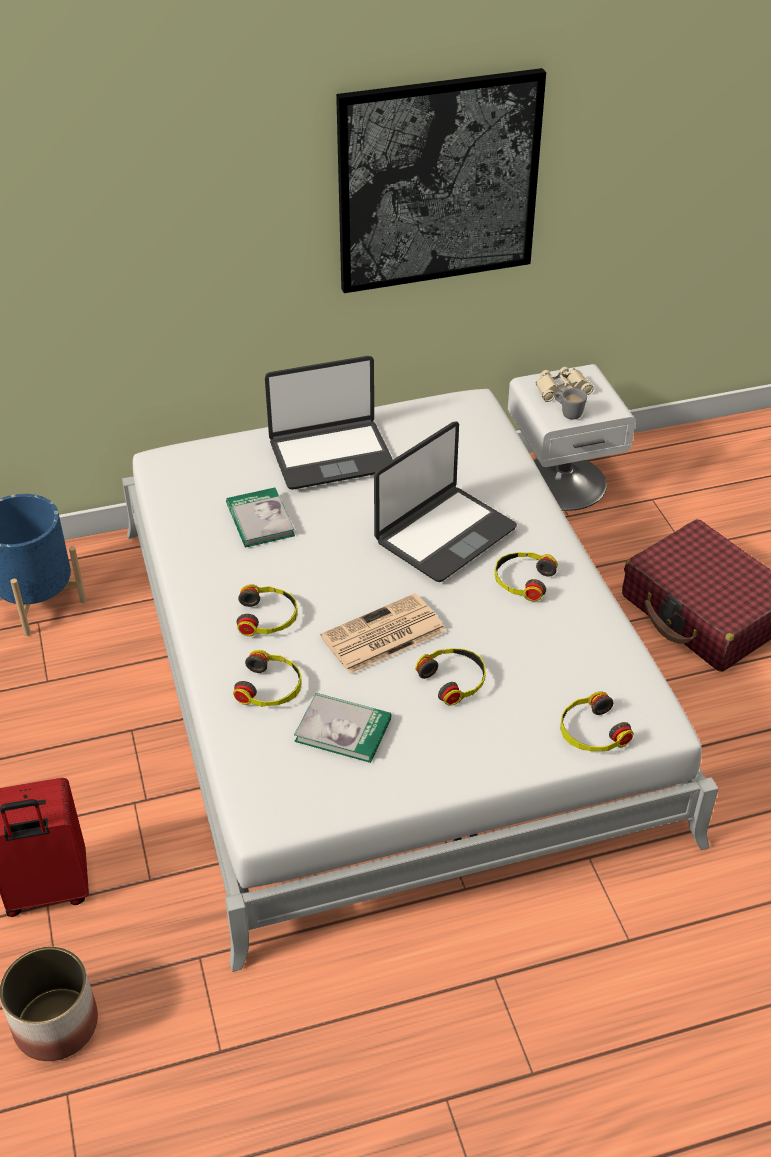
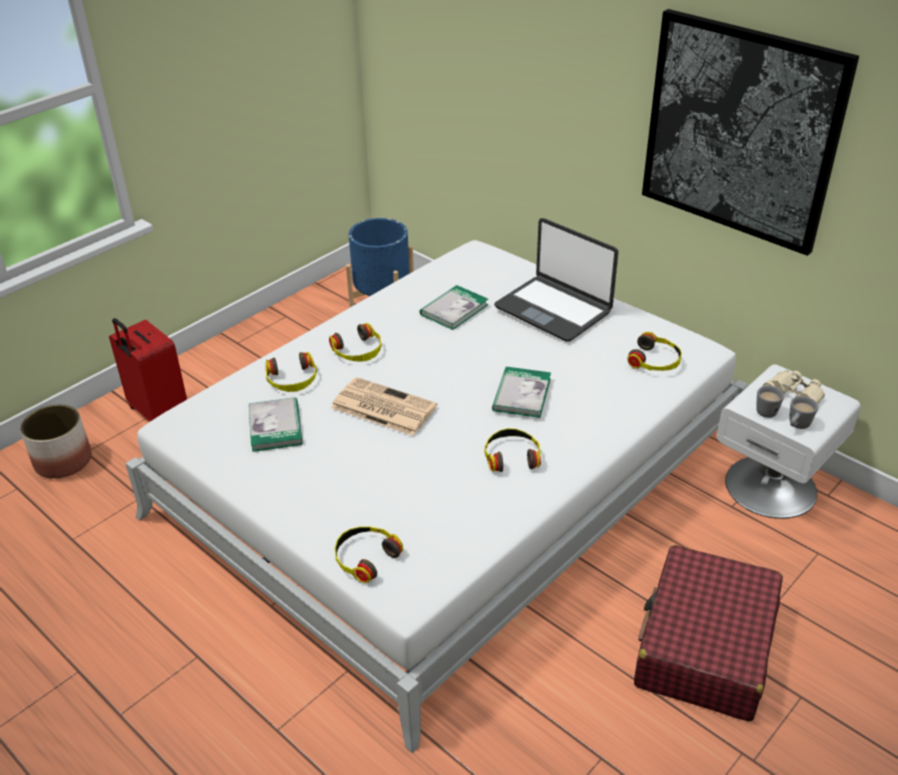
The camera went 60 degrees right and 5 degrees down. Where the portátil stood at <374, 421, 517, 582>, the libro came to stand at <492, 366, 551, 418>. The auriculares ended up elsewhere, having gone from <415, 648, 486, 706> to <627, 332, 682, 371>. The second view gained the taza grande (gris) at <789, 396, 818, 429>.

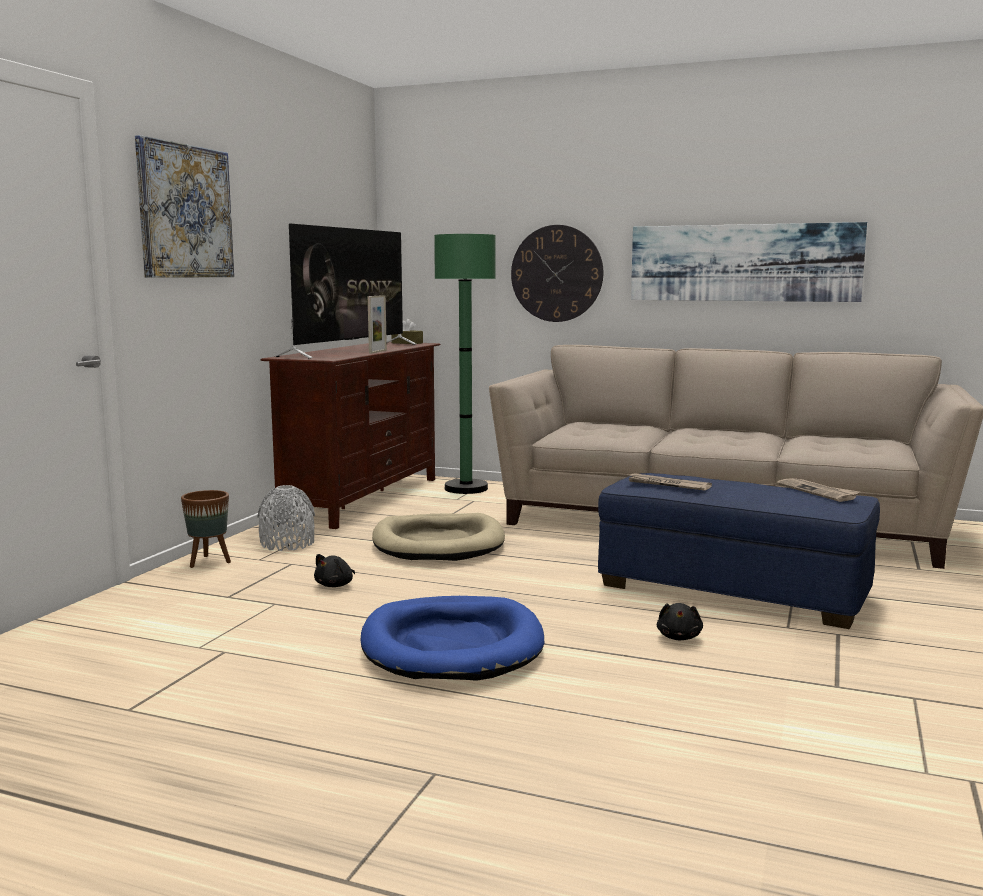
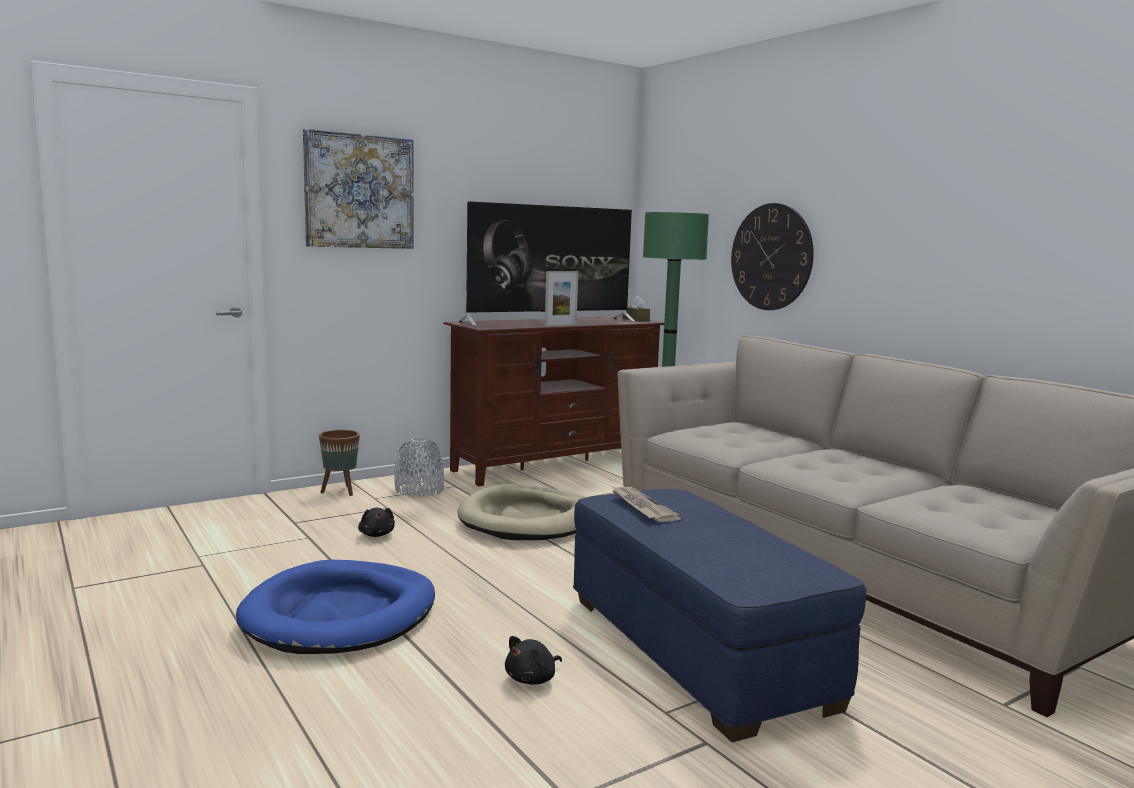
The camera went 35 degrees right and 0 degrees up. The peluche (negro) at <314, 554, 355, 587> ended up facing another way, 90 degrees counterclockwise from before. The second view lost the cuadro at <631, 222, 867, 302>. The second view lost the periódico at <777, 478, 859, 502>.

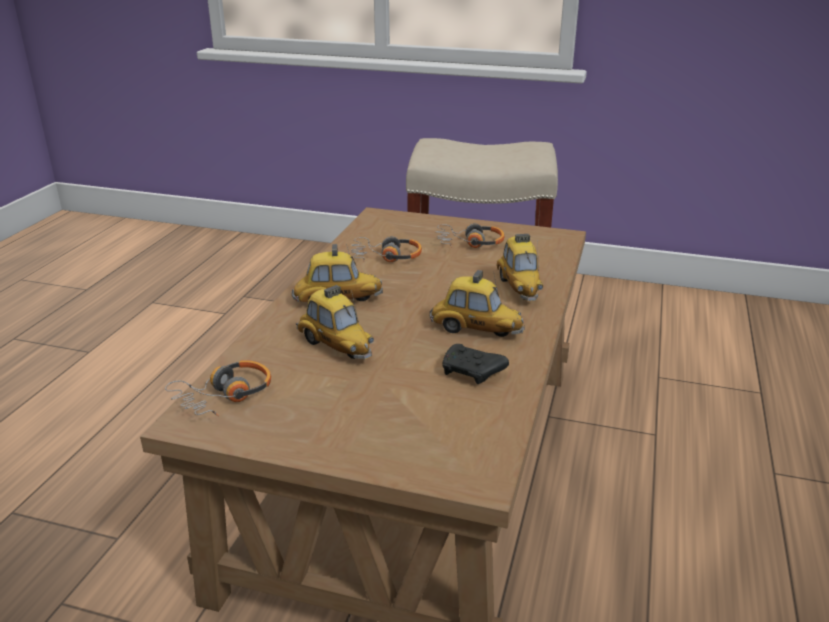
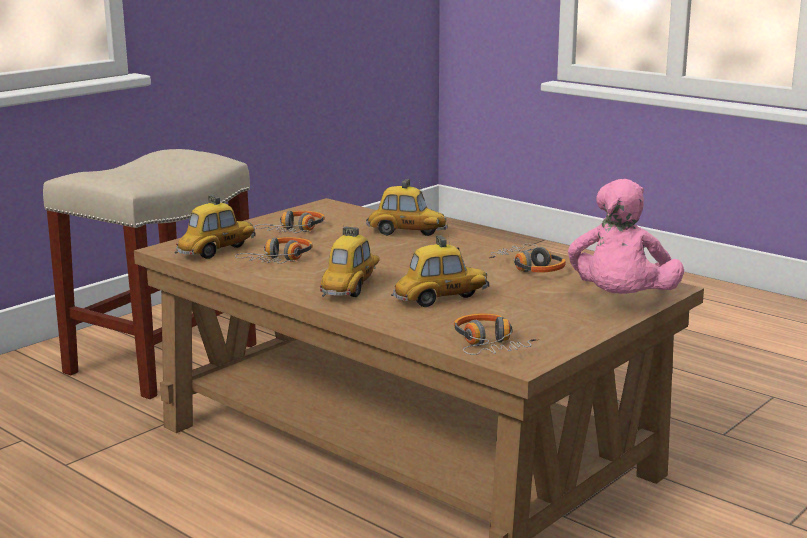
The camera went 65 degrees left and 10 degrees down. The coche de juguete ended up elsewhere, having gone from <430, 270, 525, 337> to <175, 195, 256, 259>. Where the mando de consola (negro) stood at <442, 344, 509, 384>, the auriculares came to stand at <488, 244, 566, 272>. The second view gained the peluche (rosa) at <568, 179, 684, 294>.

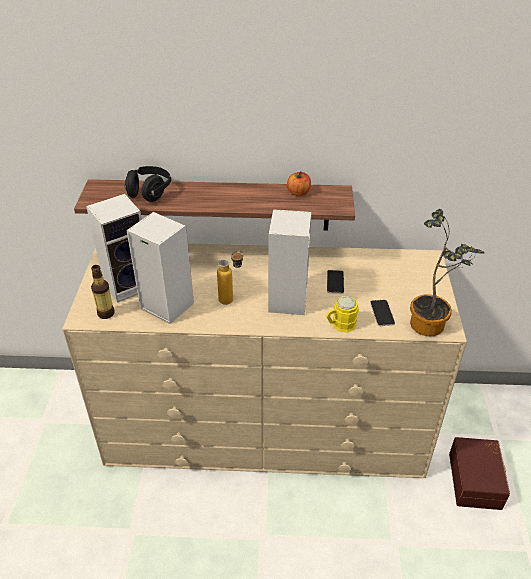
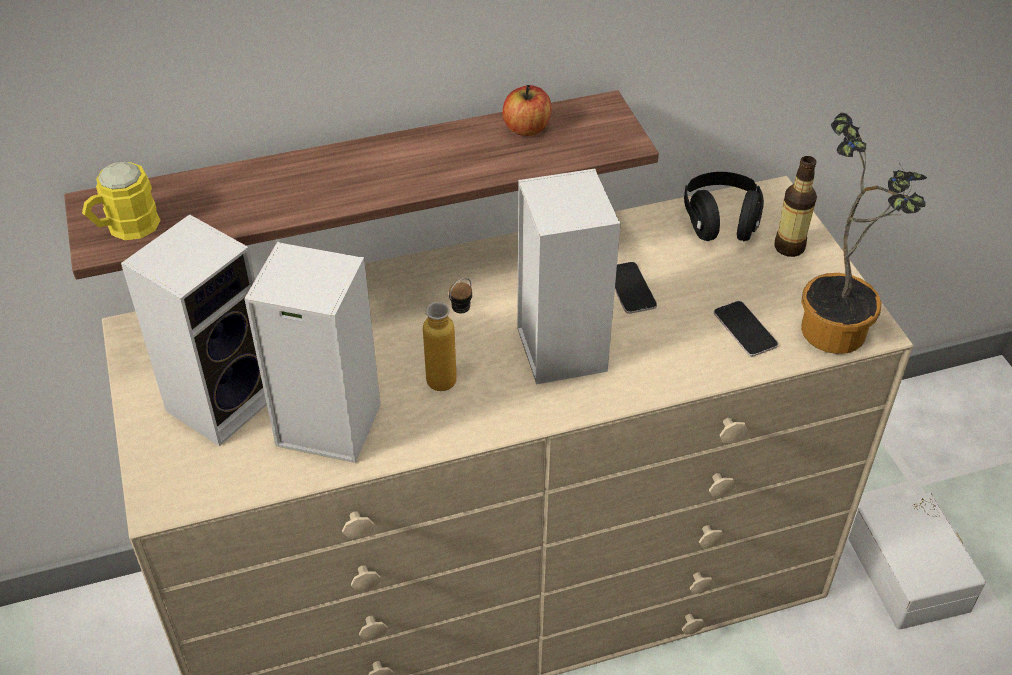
The camera went 20 degrees left and 5 degrees up. The botella ended up elsewhere, having gone from <91, 265, 115, 319> to <774, 156, 817, 257>. The auriculares (negro) ended up elsewhere, having gone from <124, 166, 171, 202> to <684, 172, 764, 241>. The taza grande (amarillo) ended up elsewhere, having gone from <326, 296, 359, 333> to <82, 162, 160, 240>. What was the caja de almacenaje (marrón) at <449, 437, 510, 510> turned into the caja de almacenaje (blanco) at <848, 492, 986, 630>.

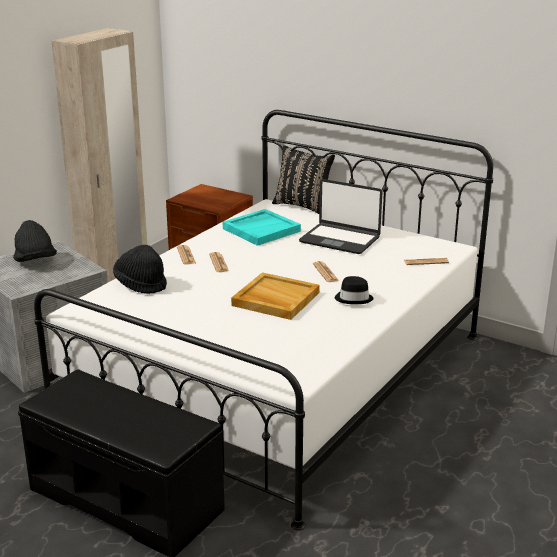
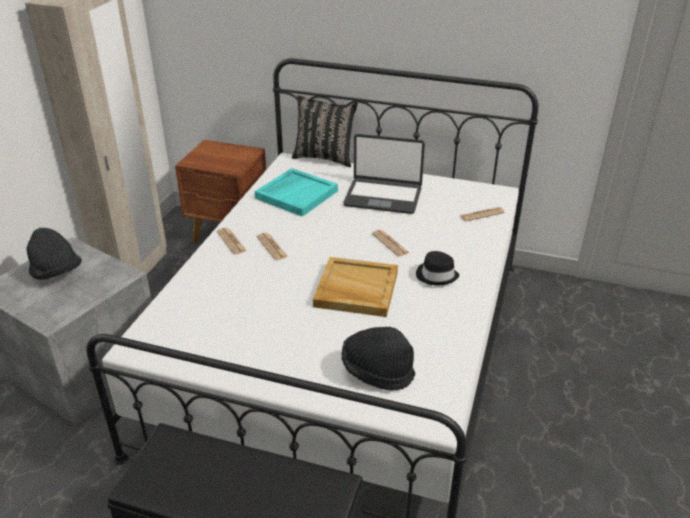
The camera went 15 degrees left and 10 degrees up. The sombrero (negro) ended up elsewhere, having gone from <113, 245, 167, 294> to <341, 327, 415, 390>.

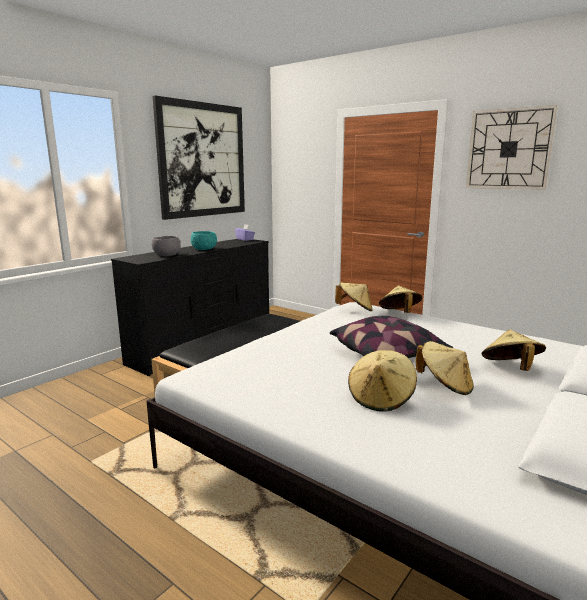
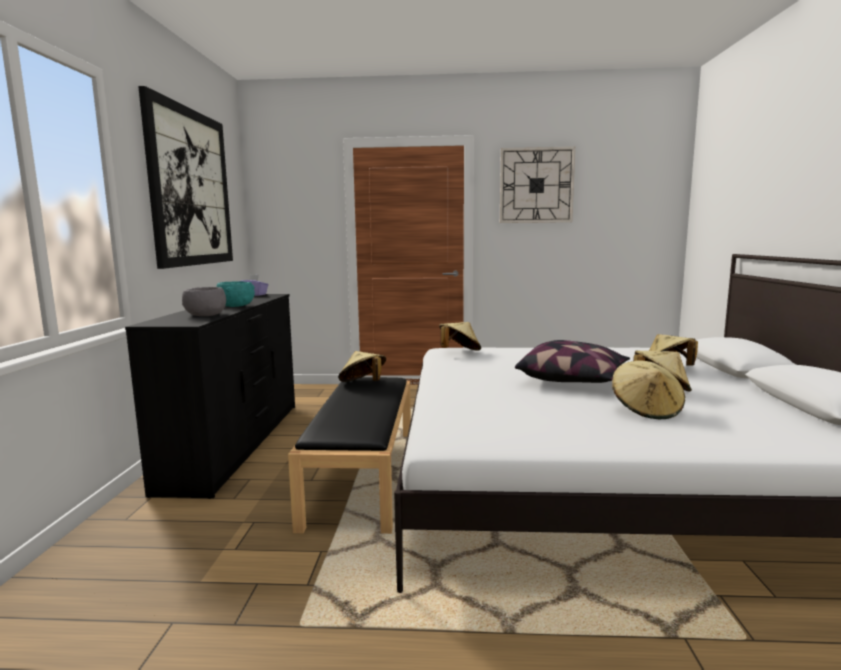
The camera went 35 degrees left and 5 degrees down. The sombrero (beis) ended up elsewhere, having gone from <379, 286, 422, 313> to <338, 351, 386, 382>.

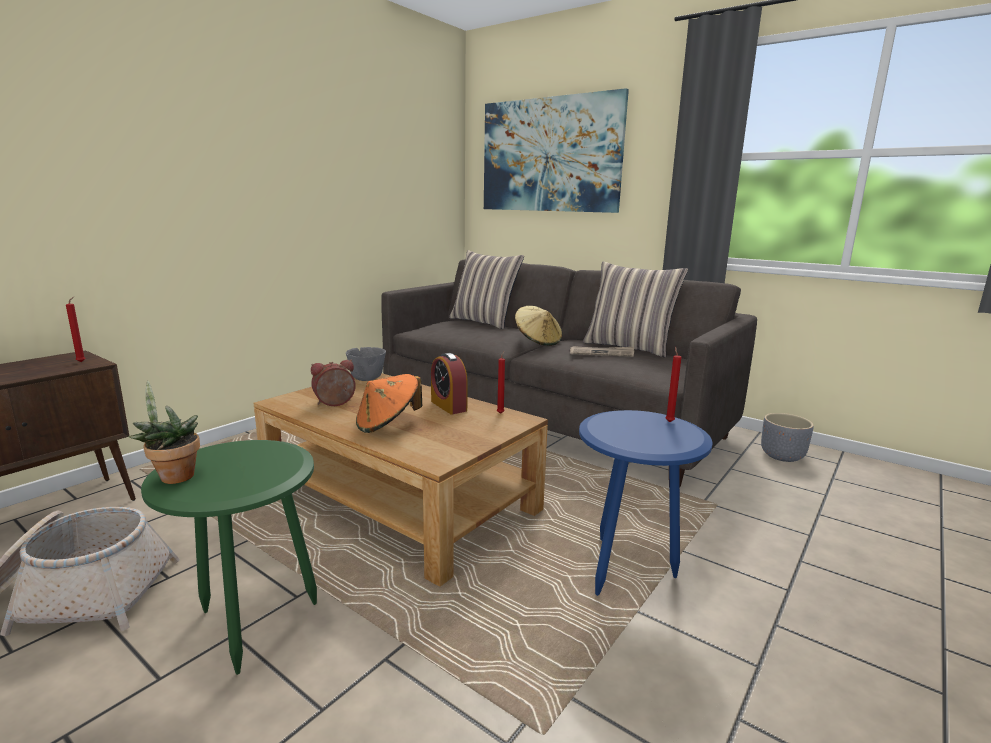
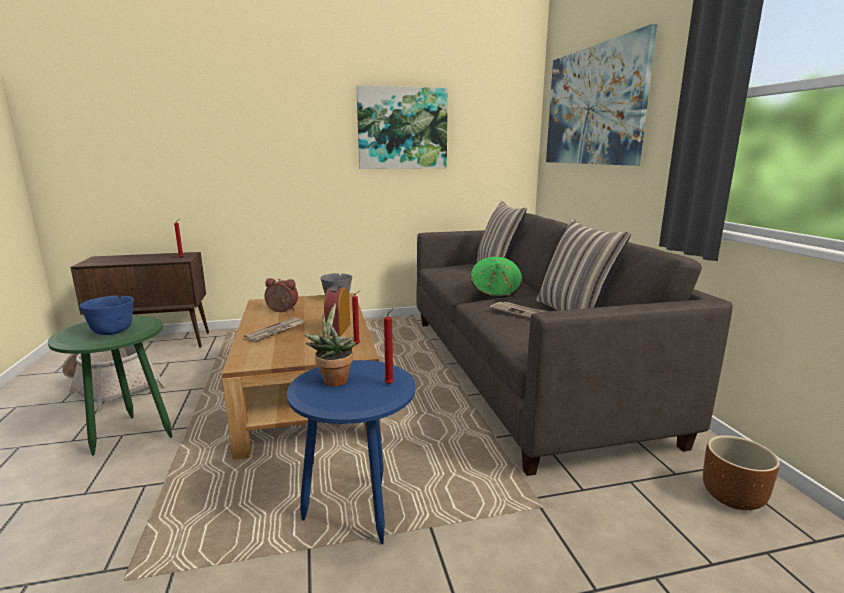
The camera went 40 degrees right and 0 degrees up. The planta en maceta ended up elsewhere, having gone from <128, 381, 200, 484> to <304, 303, 356, 387>. Where the sombrero (naranja) stood at <356, 374, 422, 433>, the periódico came to stand at <244, 318, 305, 342>. What was the sombrero (beis) at <515, 306, 562, 346> turned into the sombrero (verde) at <470, 257, 522, 298>. What was the maceta (gris) at <761, 413, 814, 462> turned into the maceta (marrón) at <703, 435, 780, 510>. The second view gained the cuenco (azul) at <80, 296, 134, 335>. The second view gained the cuadro at <356, 85, 448, 169>.

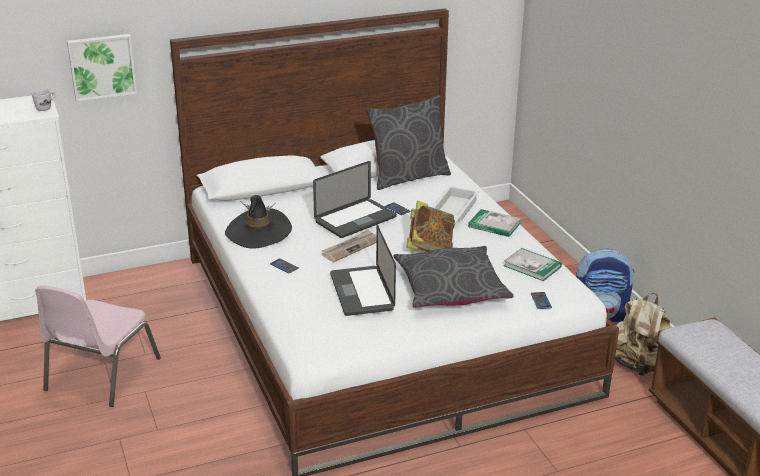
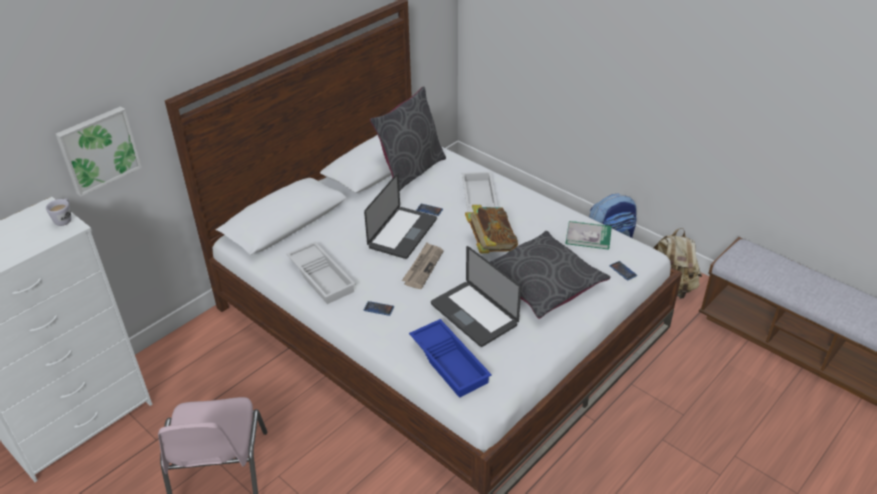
The camera went 25 degrees left and 10 degrees up. Where the sombrero (negro) stood at <225, 195, 292, 249>, the bandeja (blanco) came to stand at <286, 242, 356, 304>. The second view lost the libro at <468, 209, 521, 237>. The second view gained the bandeja (azul) at <409, 319, 492, 398>.

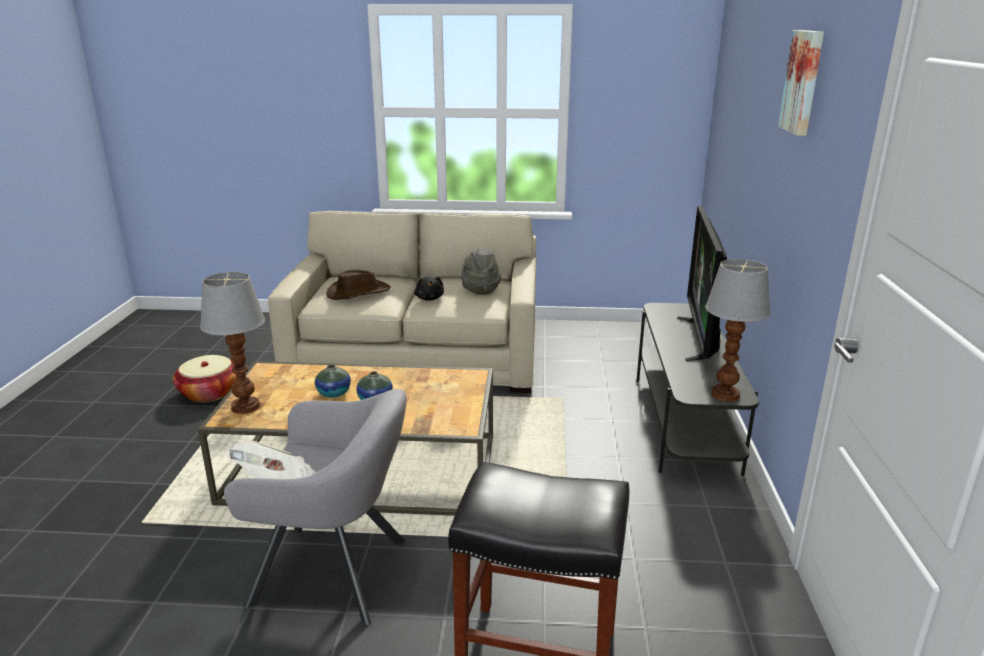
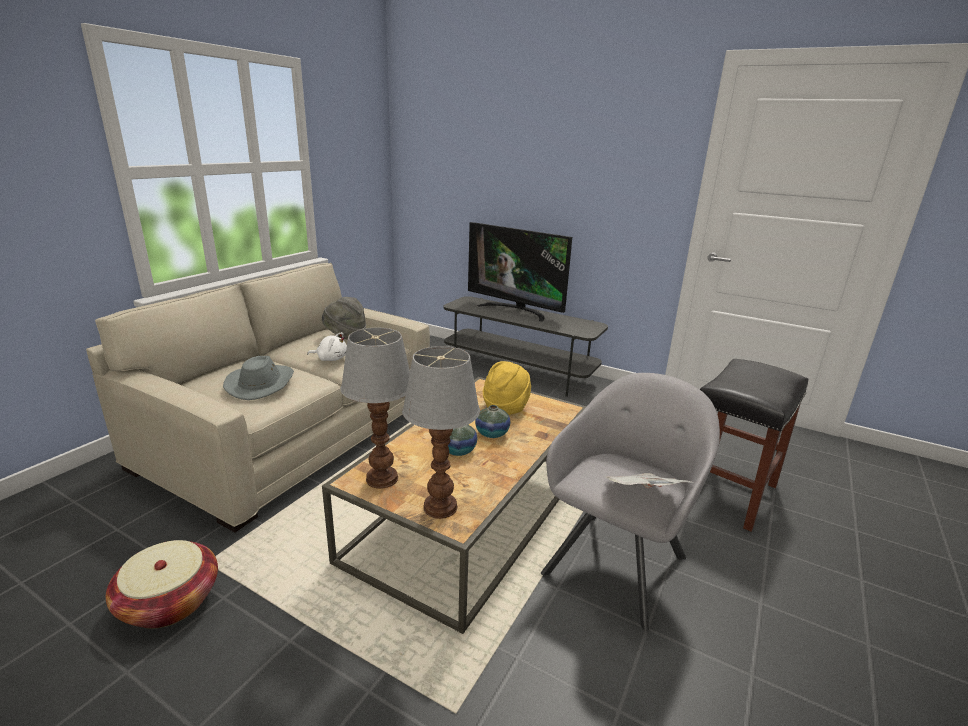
The camera went 65 degrees left and 0 degrees up. What was the sombrero (marrón) at <326, 270, 390, 300> turned into the sombrero (gris) at <223, 356, 294, 400>. What was the peluche (negro) at <414, 276, 444, 301> turned into the peluche (blanco) at <307, 332, 347, 361>. The lámpara de mesa ended up elsewhere, having gone from <705, 259, 770, 402> to <340, 328, 410, 489>. The second view lost the cuadro at <778, 30, 824, 136>. The second view gained the sombrero (amarillo) at <483, 361, 531, 415>.

